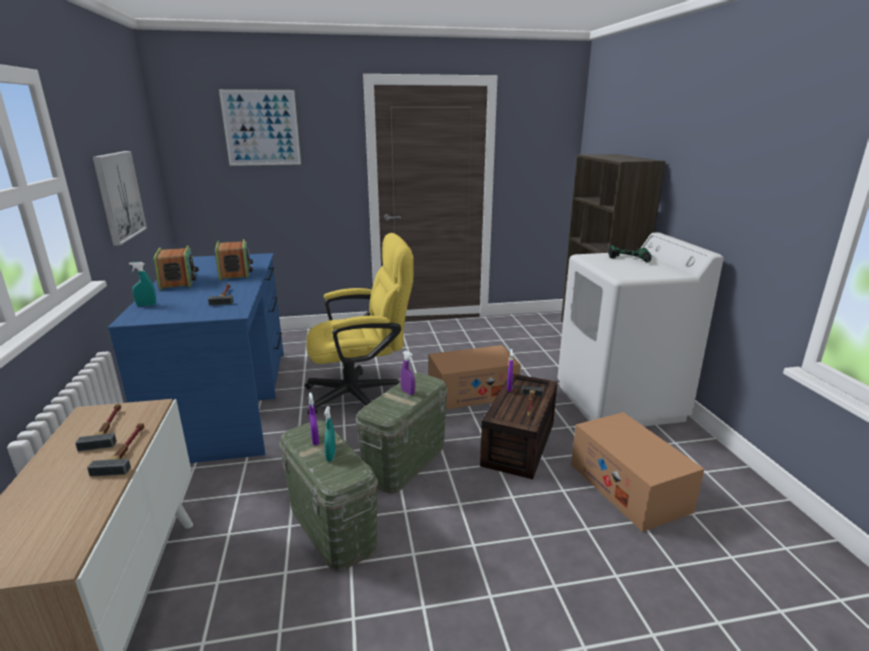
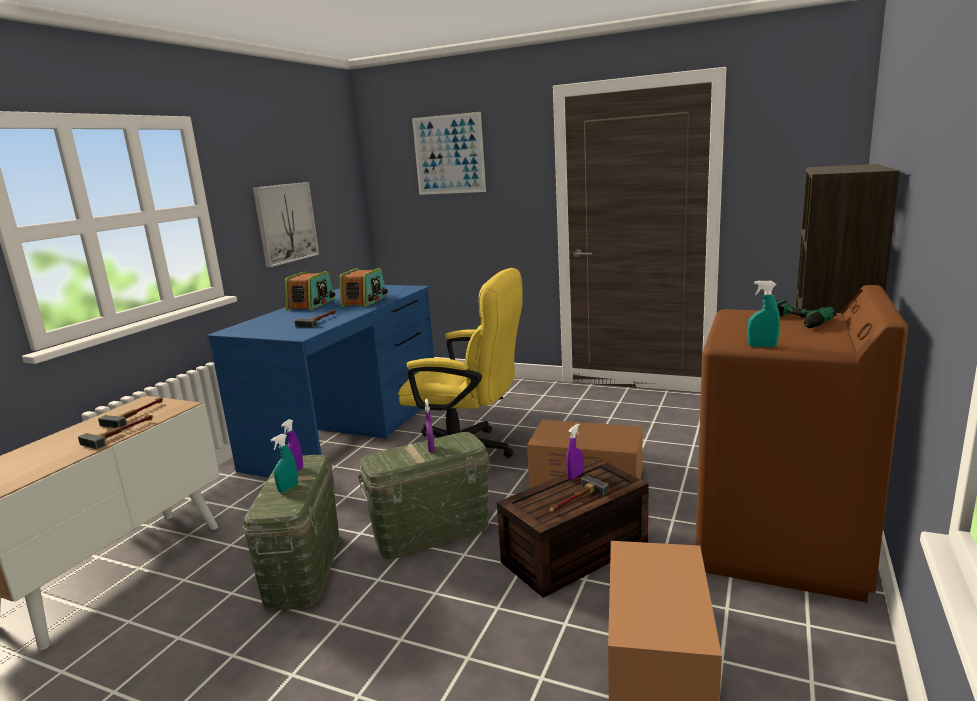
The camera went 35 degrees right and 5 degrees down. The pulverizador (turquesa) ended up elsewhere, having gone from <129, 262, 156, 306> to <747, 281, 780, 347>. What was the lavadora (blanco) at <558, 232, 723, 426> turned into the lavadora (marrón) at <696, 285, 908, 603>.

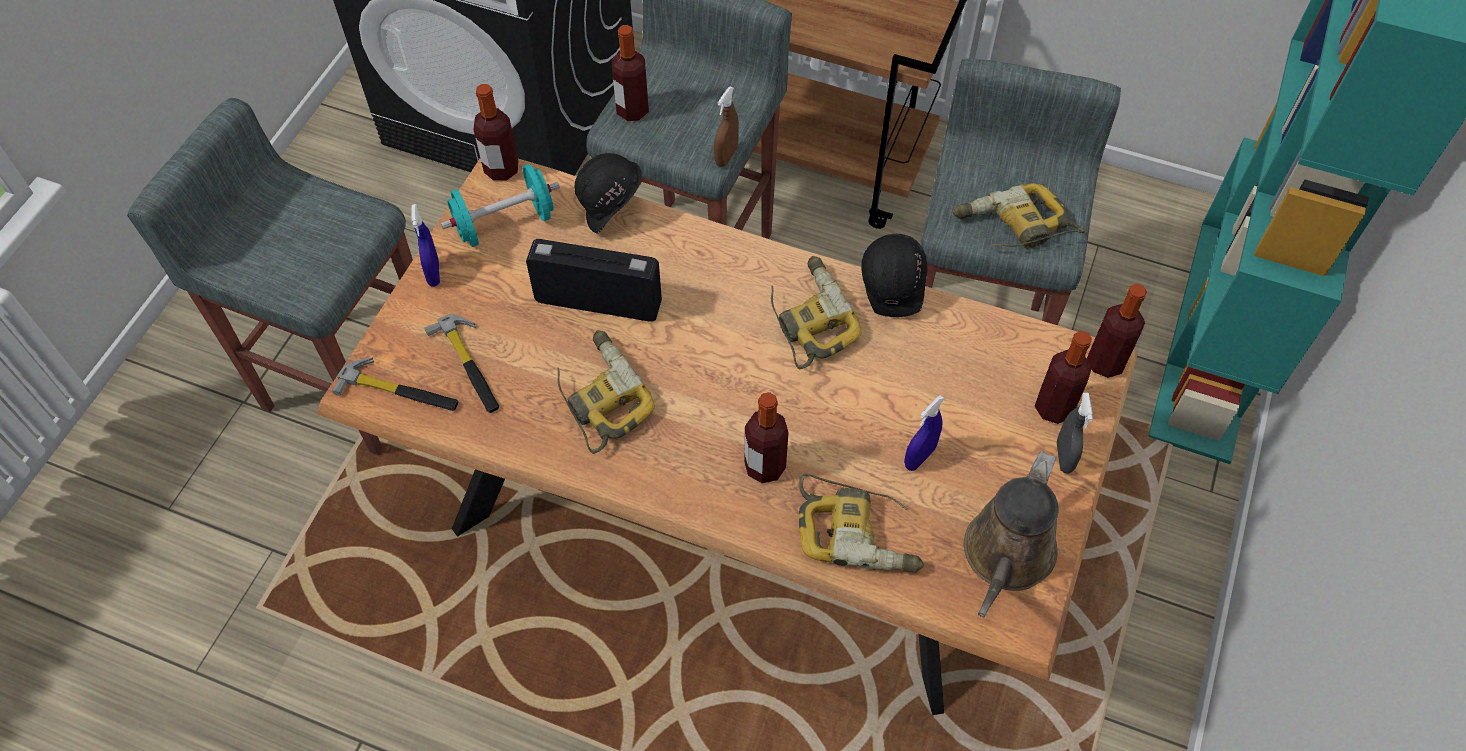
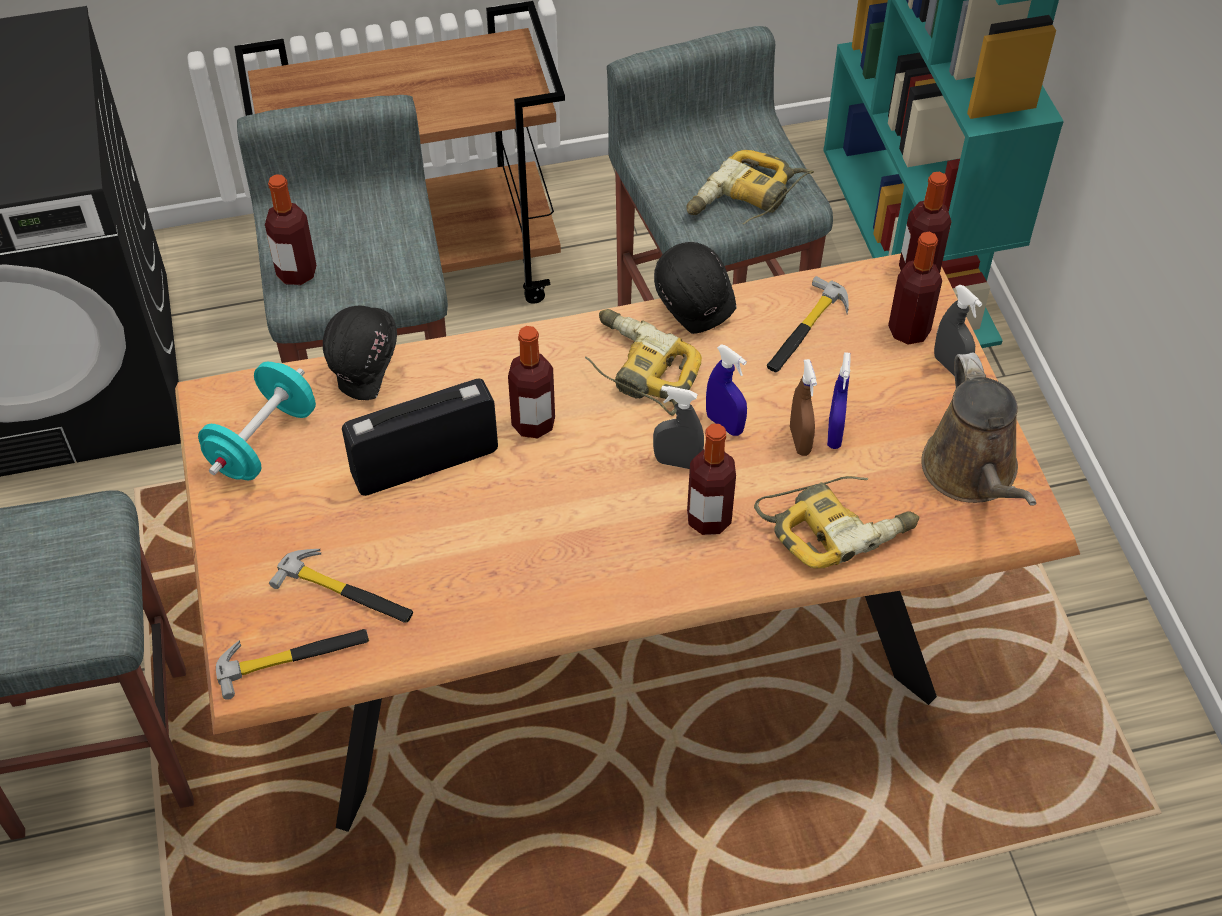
The camera went 35 degrees left and 5 degrees down. The pulverizador (azul) ended up elsewhere, having gone from <411, 204, 440, 286> to <706, 344, 747, 436>. The botella ended up elsewhere, having gone from <473, 84, 519, 181> to <508, 326, 555, 438>. The second view lost the taladro at <557, 330, 655, 454>. The pulverizador (marrón) ended up elsewhere, having gone from <714, 87, 739, 167> to <790, 359, 817, 456>. The second view gained the pulverizador (gris) at <653, 386, 704, 469>. The second view gained the martillo at <767, 276, 849, 372>.

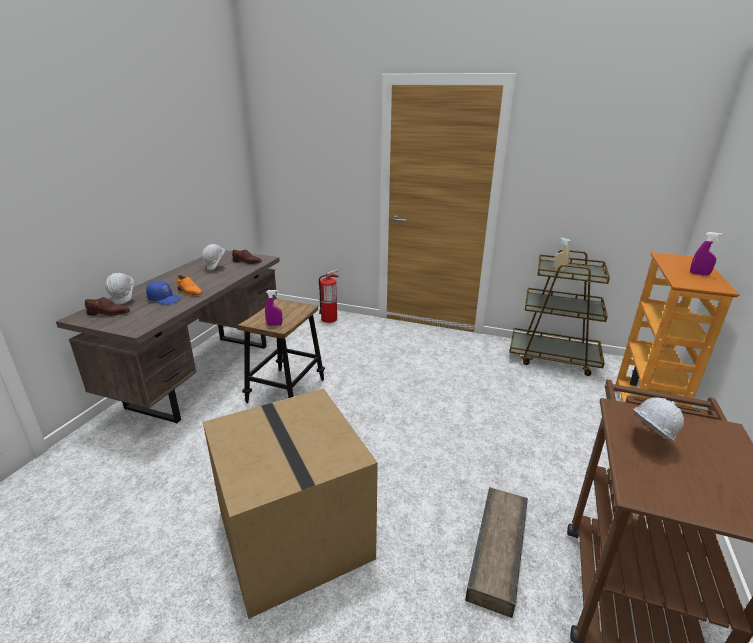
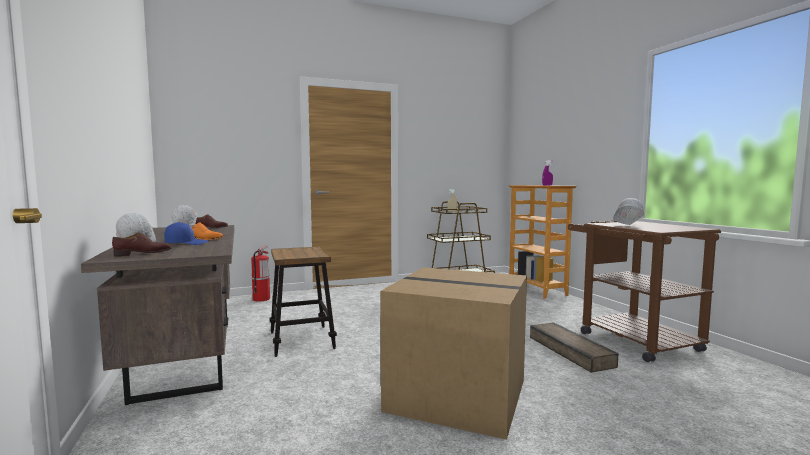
The camera went 40 degrees left and 20 degrees down. The second view lost the pulverizador (morado) at <265, 290, 282, 326>.

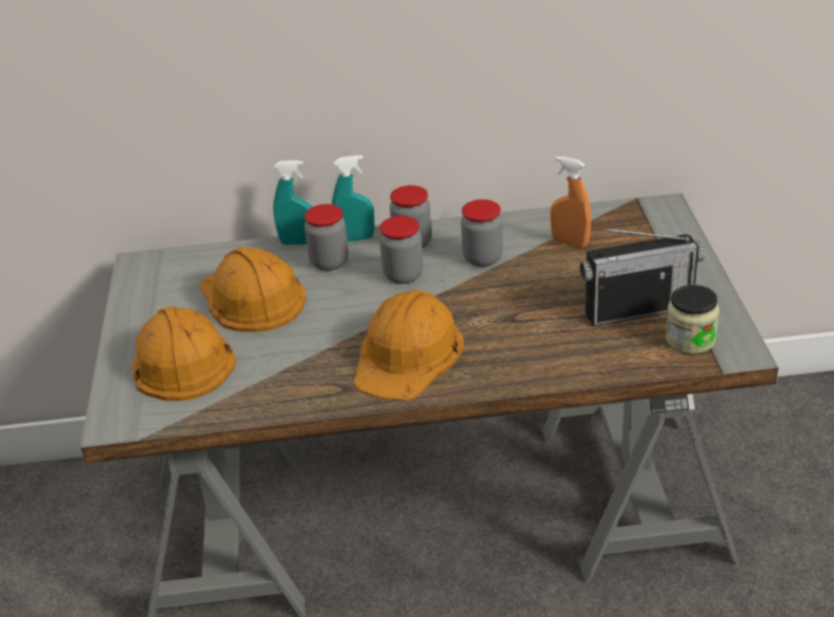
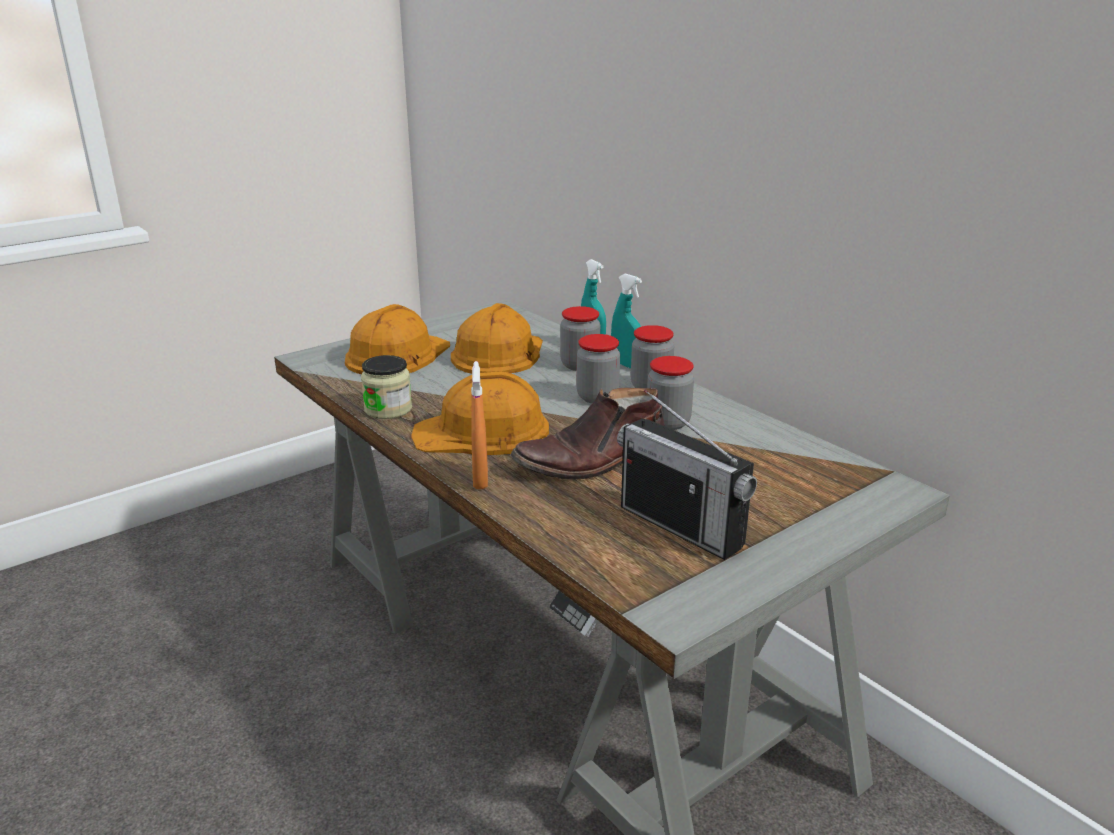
The camera went 55 degrees right and 10 degrees down. The pulverizador (naranja) ended up elsewhere, having gone from <550, 156, 591, 248> to <471, 361, 488, 489>. The tarro ended up elsewhere, having gone from <666, 285, 719, 354> to <361, 355, 412, 419>. The second view gained the bota (marrón) at <511, 388, 665, 480>.

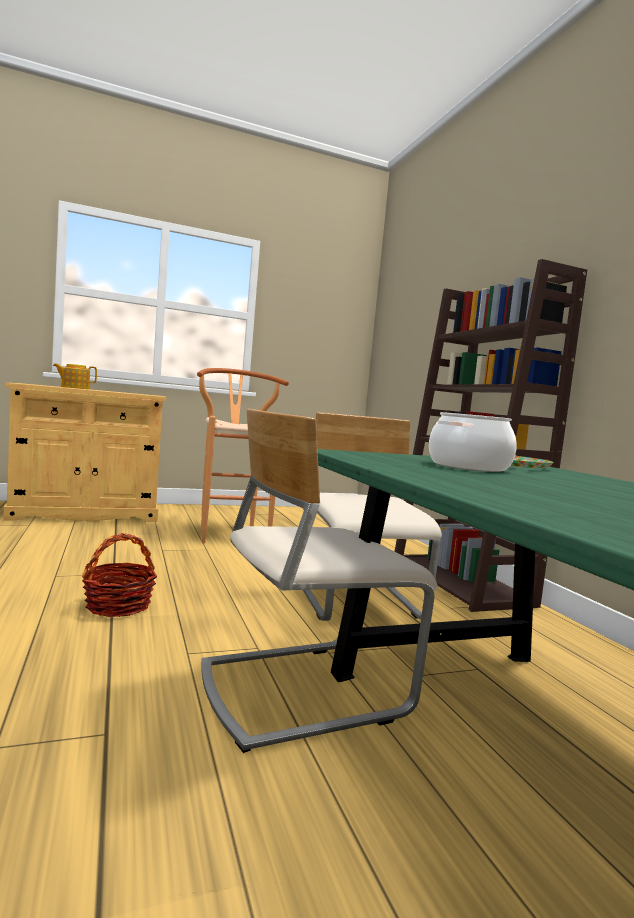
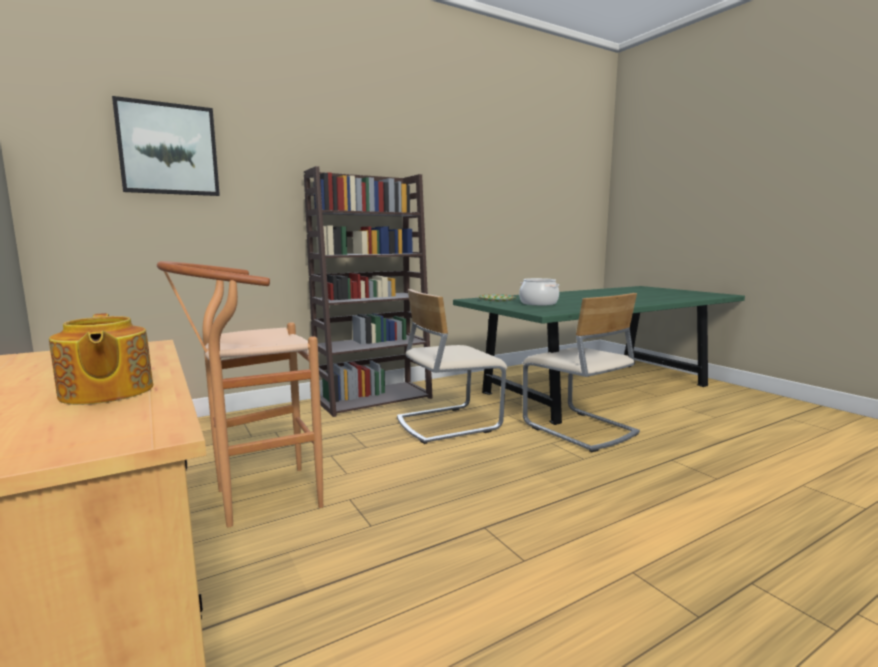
The camera went 100 degrees left and 5 degrees up. The second view lost the cesta at <82, 533, 157, 617>. The second view gained the cuadro at <112, 96, 220, 196>.

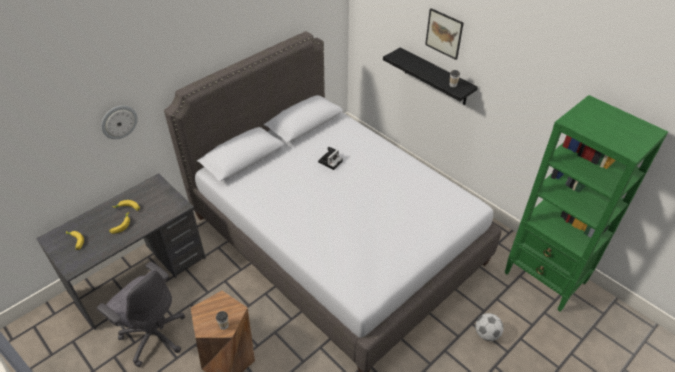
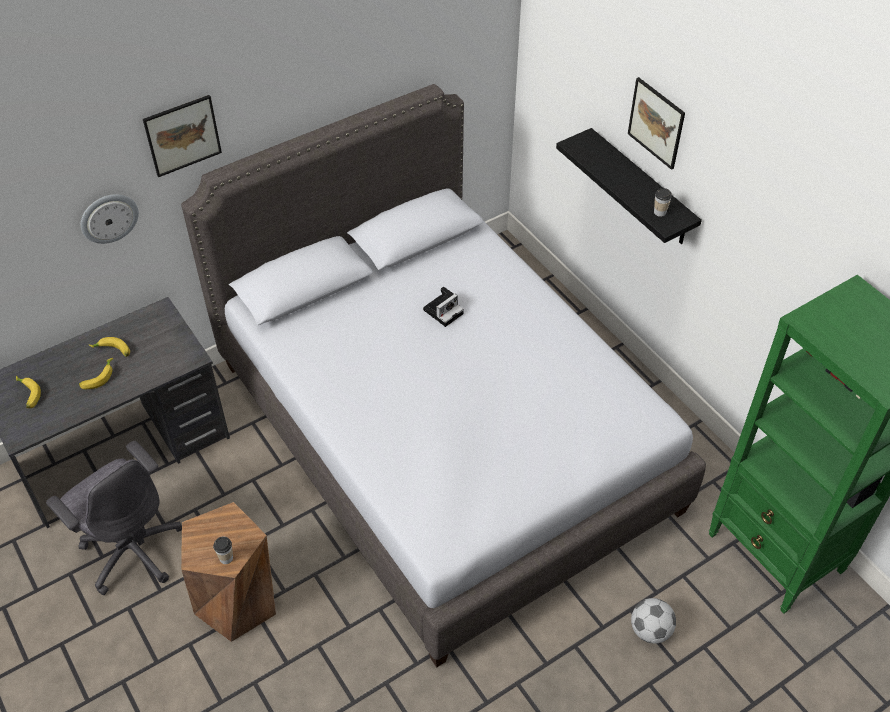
The camera went 10 degrees right and 5 degrees up. The second view gained the cuadro at <143, 95, 222, 177>.

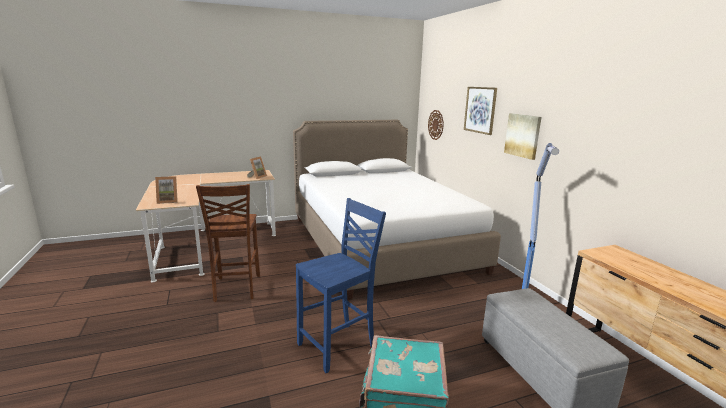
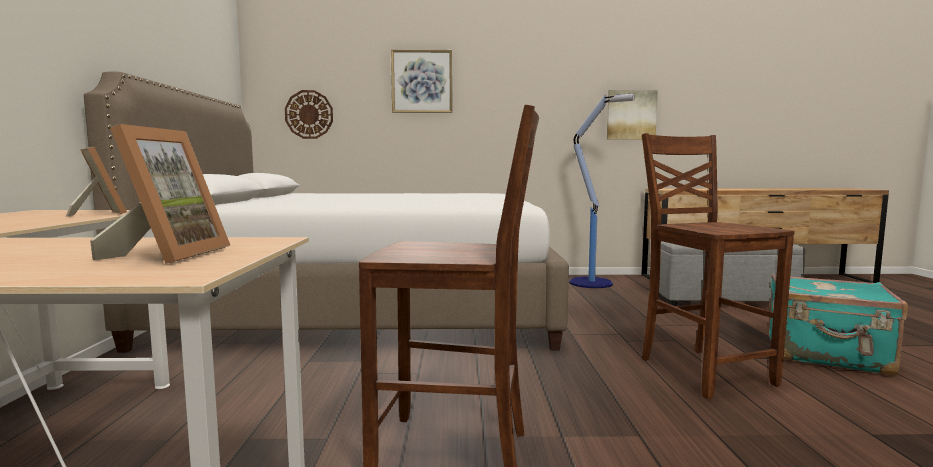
The camera went 70 degrees left and 10 degrees down. What was the silla (azul) at <296, 198, 386, 373> turned into the silla (marrón) at <642, 133, 795, 399>. The cuadro ended up elsewhere, having gone from <504, 113, 541, 160> to <607, 90, 658, 140>.

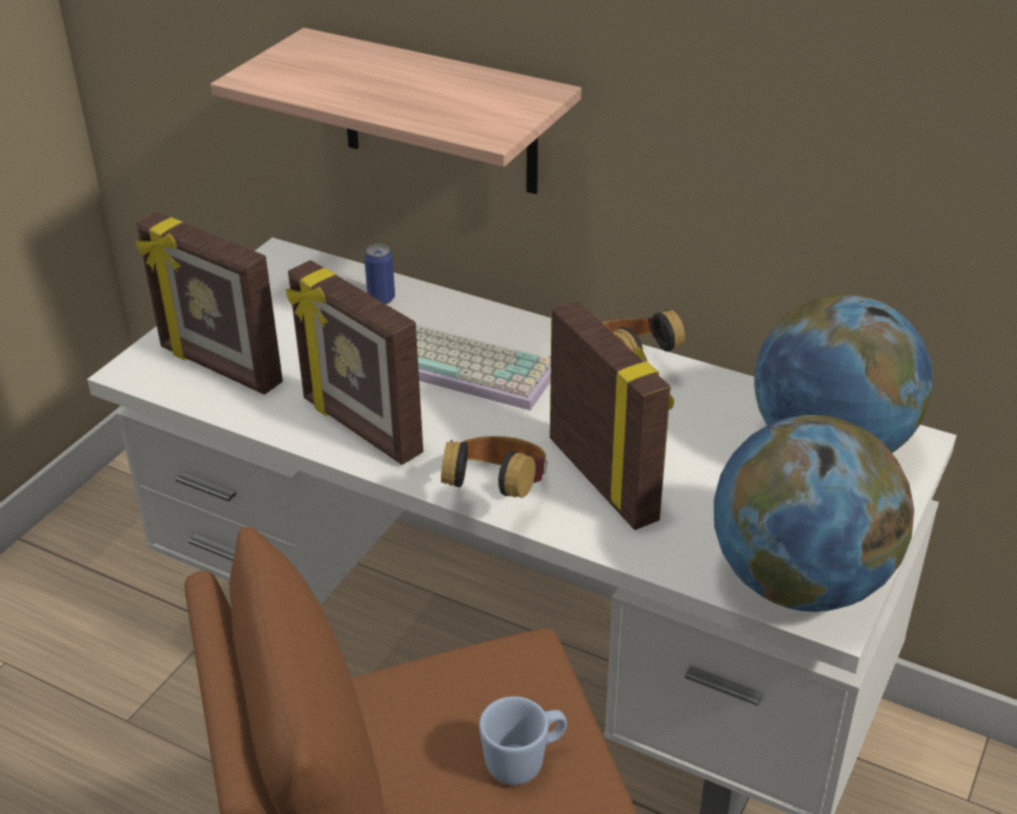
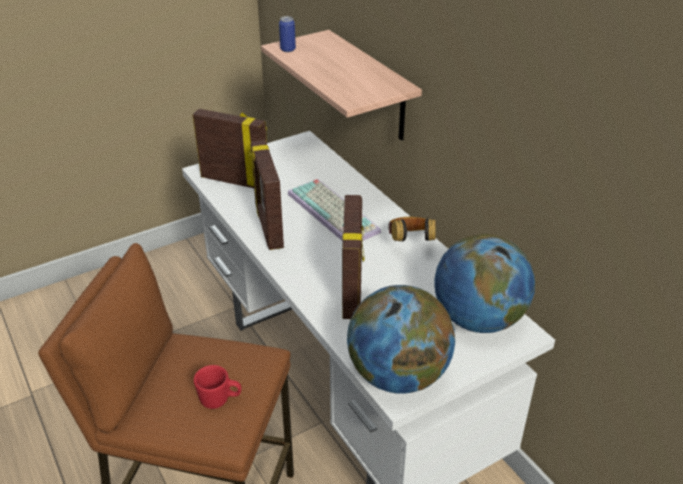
The camera went 30 degrees right and 0 degrees up. The portarretratos at <136, 212, 283, 395> ended up facing another way, 135 degrees clockwise from before. The lata ended up elsewhere, having gone from <364, 244, 395, 304> to <279, 16, 296, 52>. The second view lost the auriculares at <441, 436, 547, 498>. What was the taza grande (azul) at <479, 696, 567, 785> turned into the taza grande (rojo) at <194, 365, 242, 409>.

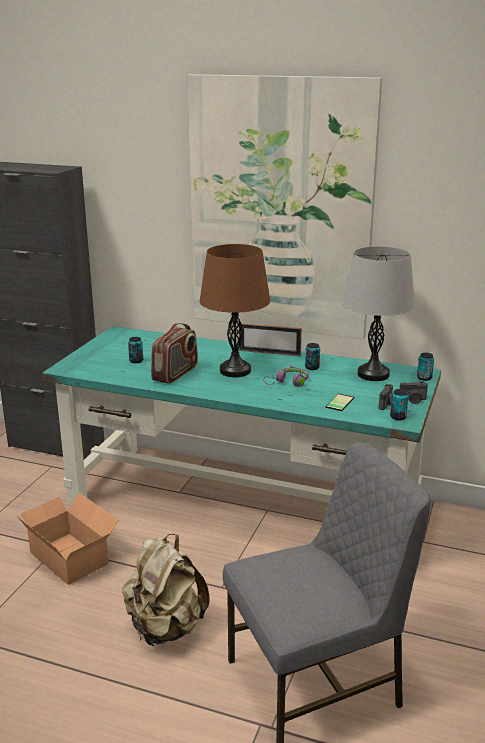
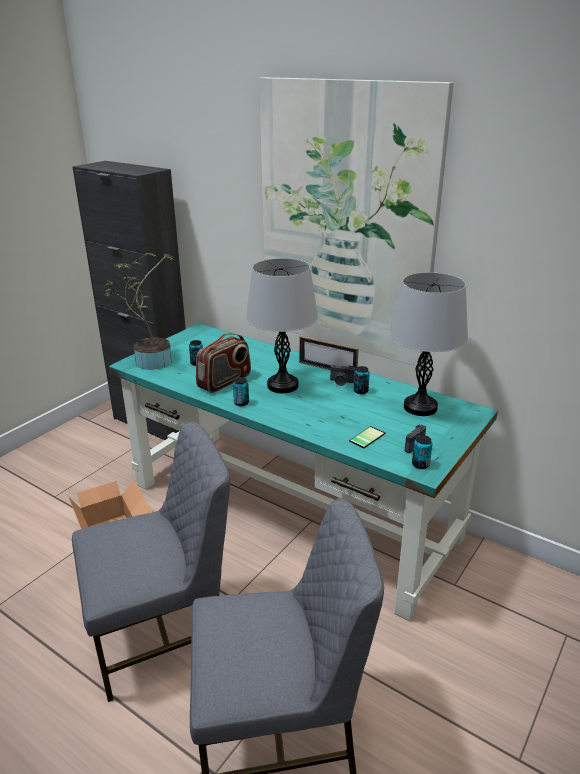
The camera went 15 degrees right and 5 degrees up. Where the mochila (beis) stood at <122, 533, 210, 646>, the silla (gris) came to stand at <72, 422, 230, 702>. What was the lámpara de mesa (marrón) at <199, 244, 270, 377> turned into the lámpara de mesa (gris) at <246, 258, 318, 393>. The second view lost the auriculares (morado) at <264, 366, 309, 386>. The cámara ended up elsewhere, having gone from <400, 381, 428, 404> to <330, 365, 355, 386>. The lata ended up elsewhere, having gone from <417, 353, 434, 381> to <233, 377, 249, 406>. The second view gained the planta en maceta at <105, 253, 173, 370>.

